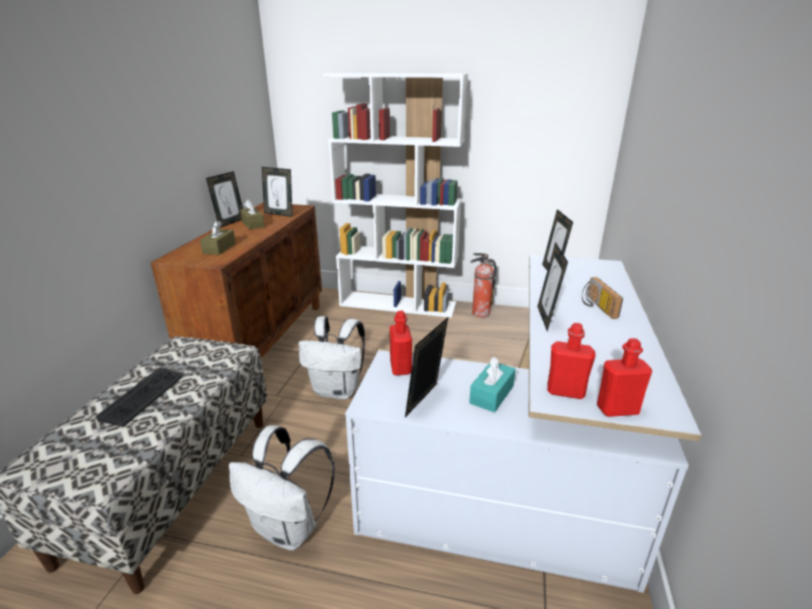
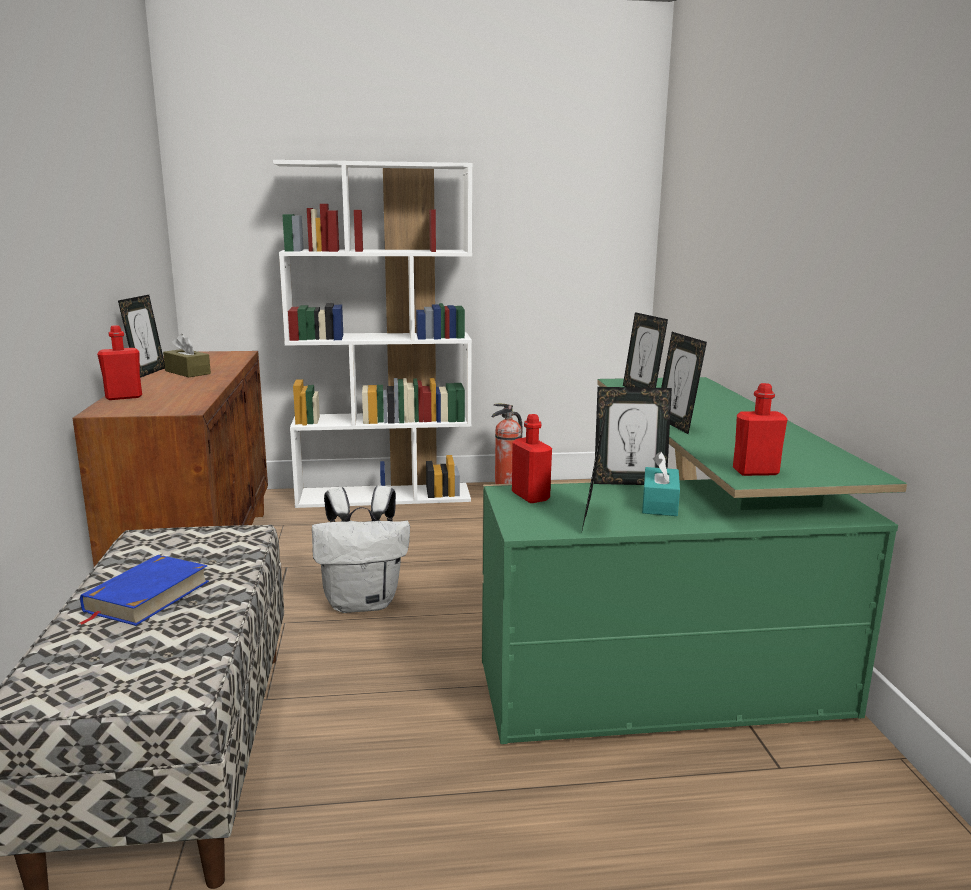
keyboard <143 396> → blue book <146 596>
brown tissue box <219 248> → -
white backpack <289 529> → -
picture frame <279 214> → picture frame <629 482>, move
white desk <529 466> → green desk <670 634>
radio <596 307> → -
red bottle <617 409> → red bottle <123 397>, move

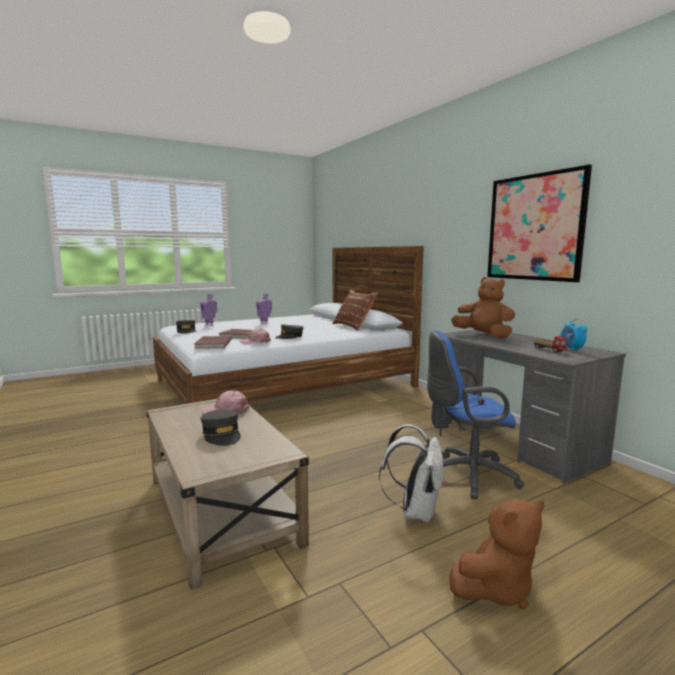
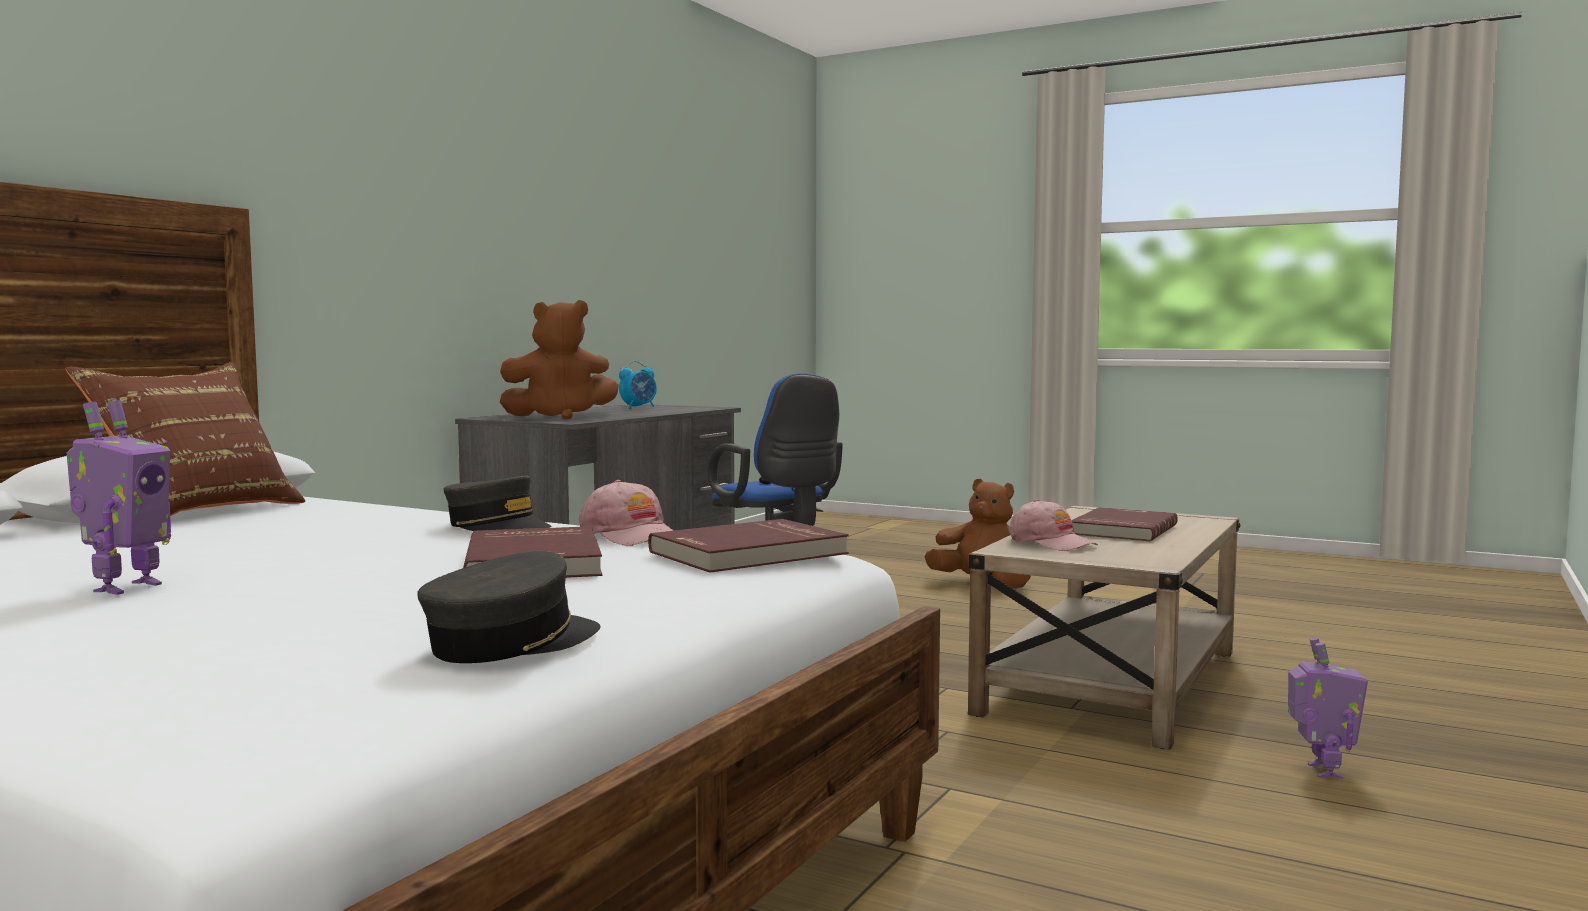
toy robot <209 325> → toy robot <1322 771>, move
grey cap <222 435> → red book <1121 529>
white backpack <415 511> → -
brown plush toy <483 335> → brown plush toy <560 417>, 120 degrees counterclockwise
picture <534 227> → -
toy truck <549 350> → -

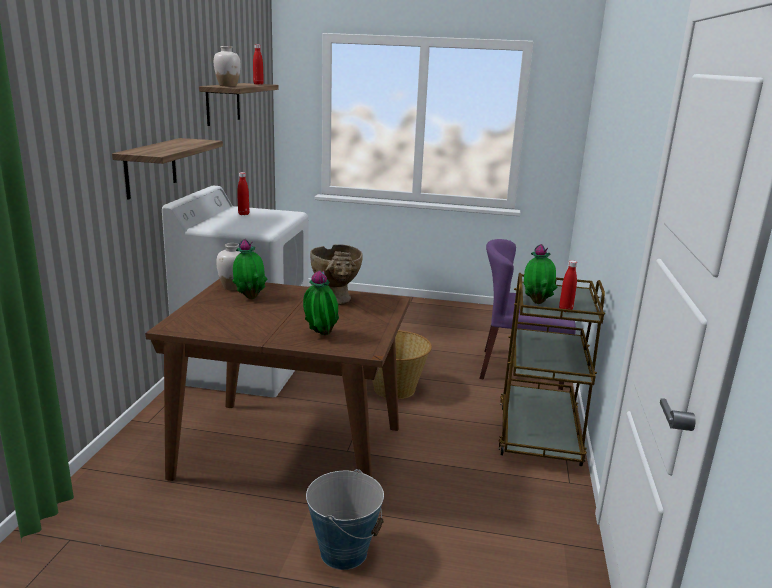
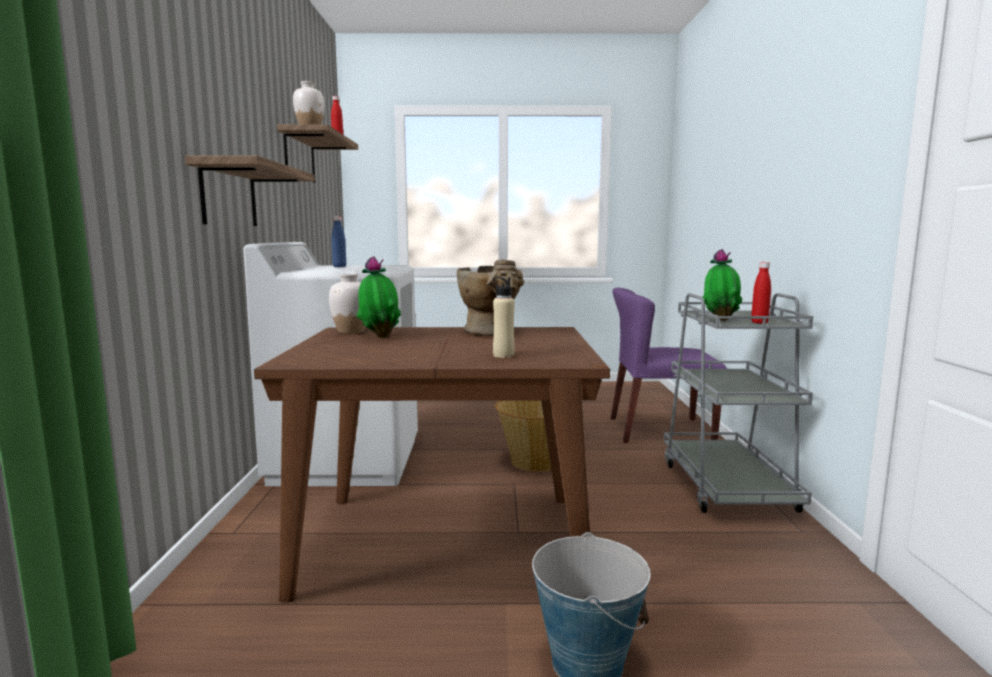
red bottle <243 214> → blue bottle <339 267>
potted plant <320 335> → beige bottle <503 355>
brown cart <538 433> → grey cart <726 486>

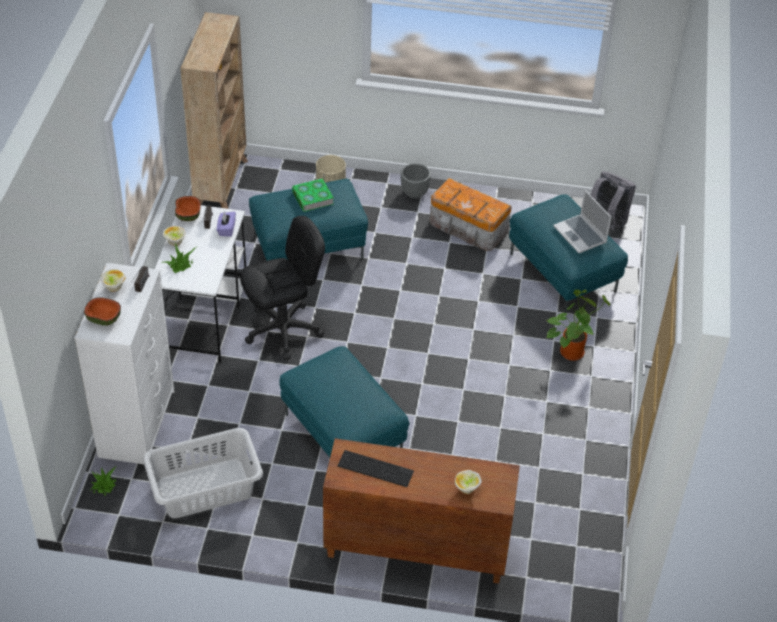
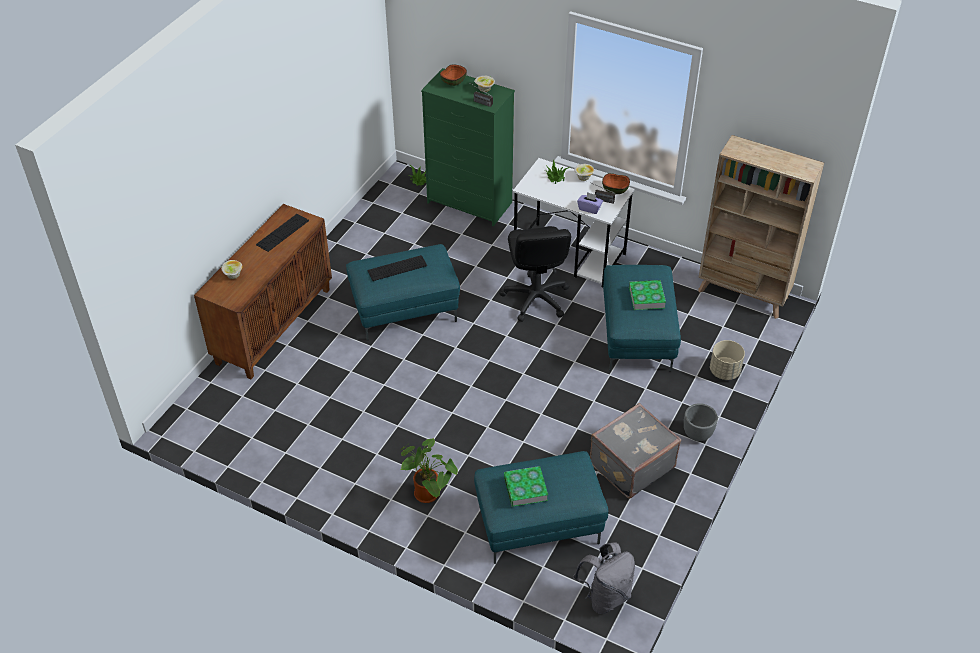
white dresser <137 423> → green dresser <470 203>
grey laundry basket <204 488> → -
storage box <468 228> → grey suitcase <630 465>
laptop <581 235> → book <525 489>
- → keyboard <397 268>

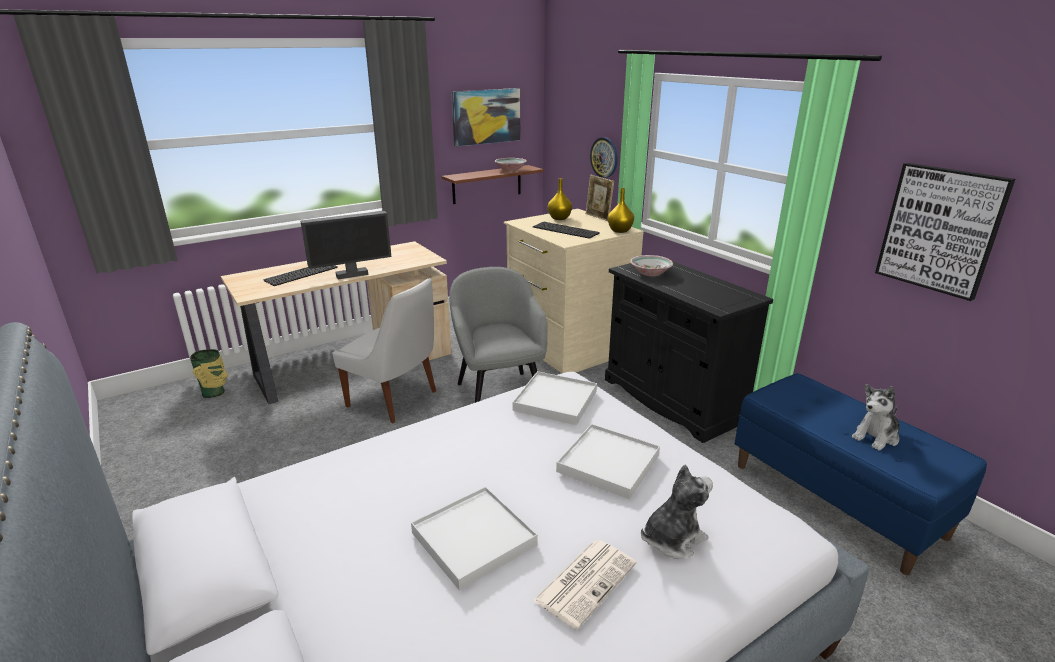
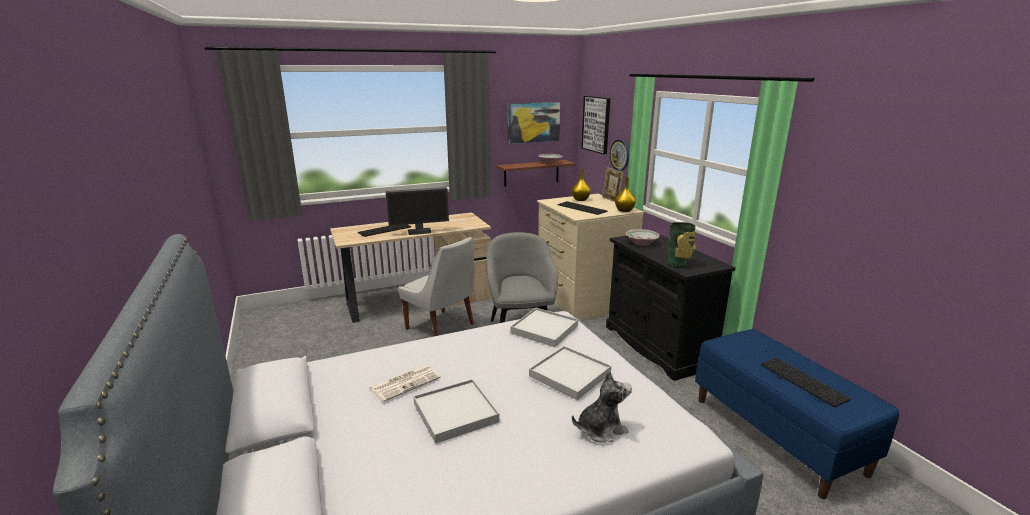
vase <215 393> → vase <678 264>, move
newspaper <586 581> → newspaper <405 382>, move
plush toy <876 437> → keyboard <804 381>
picture <940 229> → picture <596 124>, move

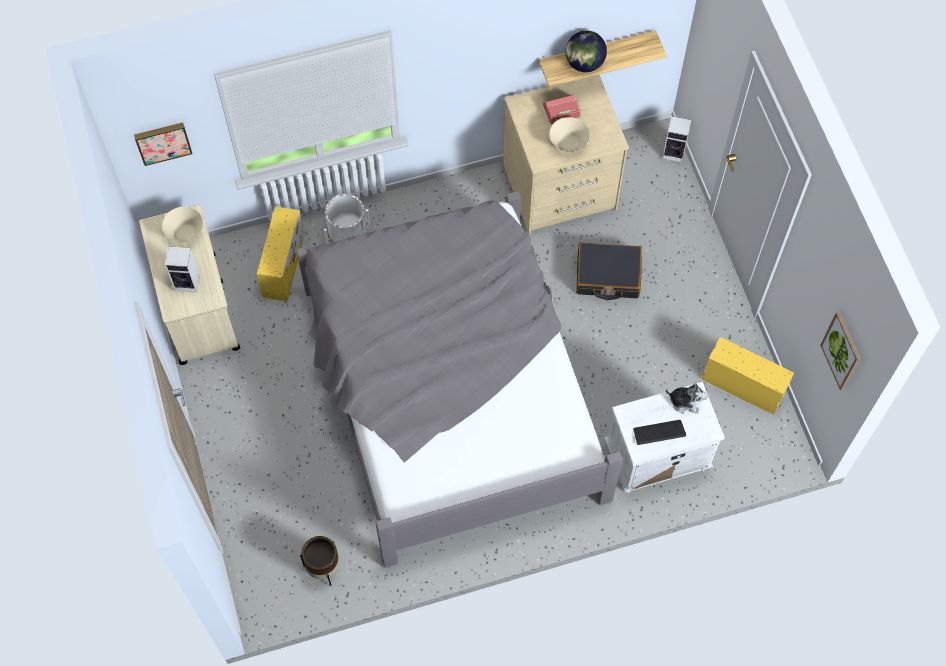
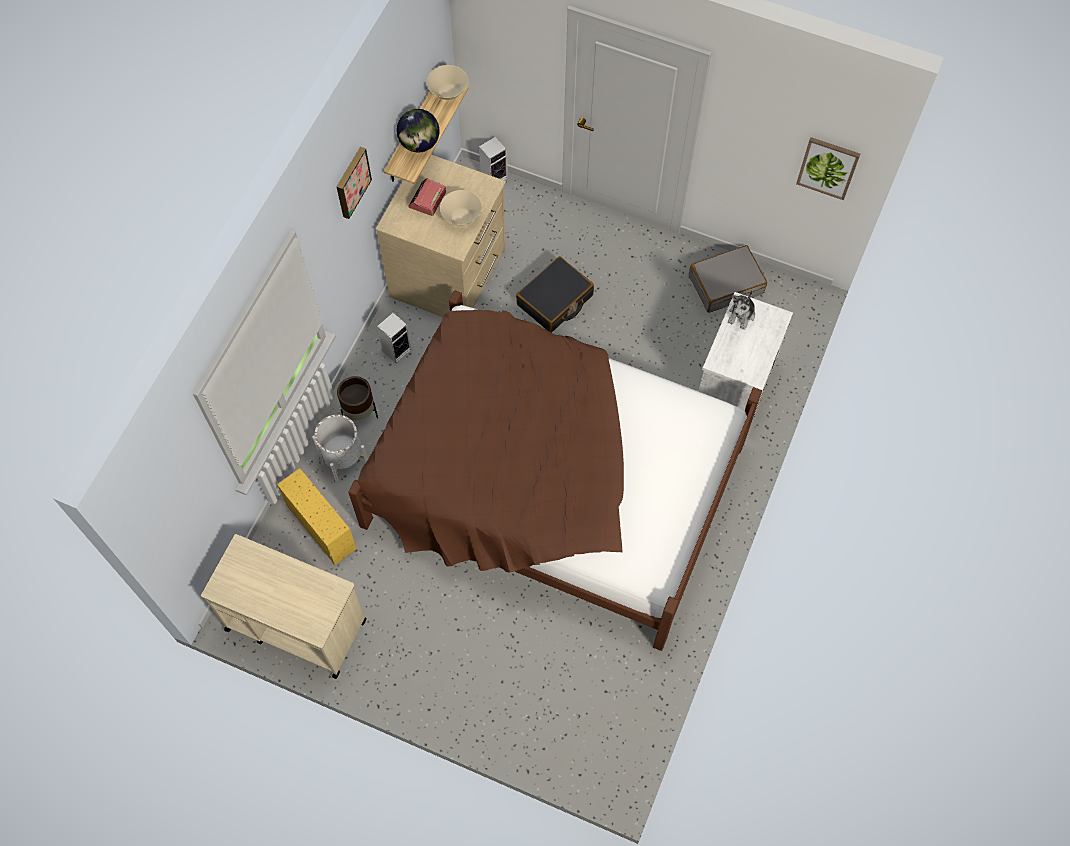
picture <163 141> → picture <351 182>, move
beige bowl <185 232> → beige bowl <448 92>, move
speaker <188 281> → speaker <397 349>, move
grey bed <451 391> → brown bed <551 484>
brown planter <323 567> → brown planter <359 413>, move
keyboard <659 432> → -
plush toy <685 401> → plush toy <741 315>, 150 degrees clockwise
yellow storage box <741 386> → grey suitcase <725 284>

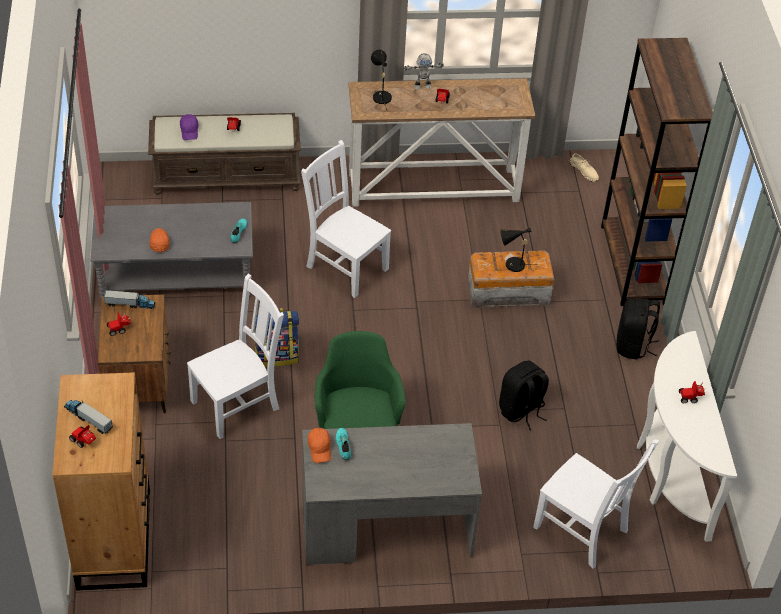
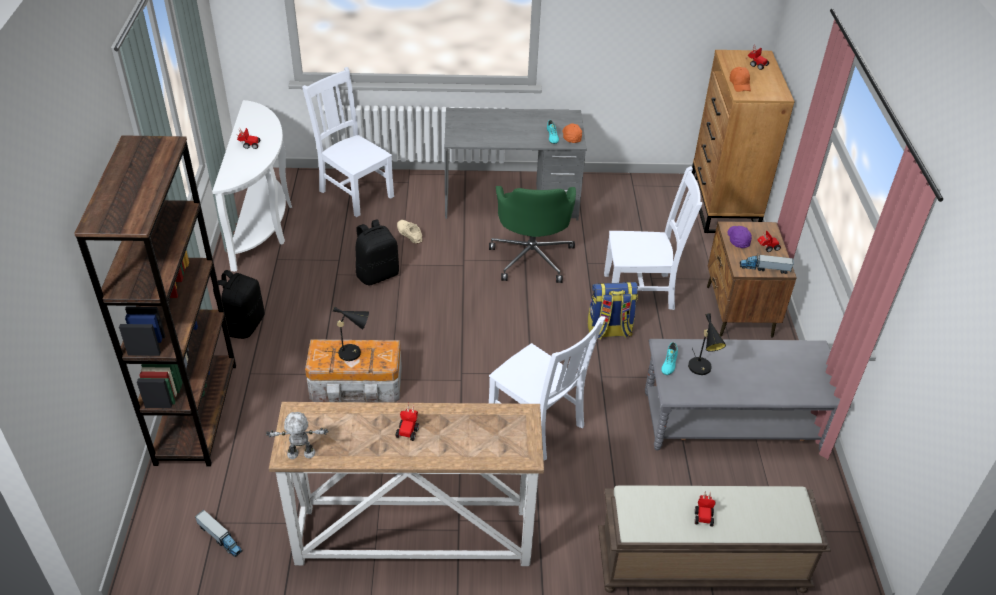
toy truck <88 419> → toy truck <220 538>, move
orange cap <159 243> → orange cap <740 84>, move
purple cap <189 131> → purple cap <738 240>, move
white chair <238 403> → white chair <641 291>, 150 degrees counterclockwise
black table lamp <380 96> → black table lamp <701 369>, move
toy robot <422 86> → toy robot <301 454>, move
beige shoe <584 171> → beige shoe <409 233>, move

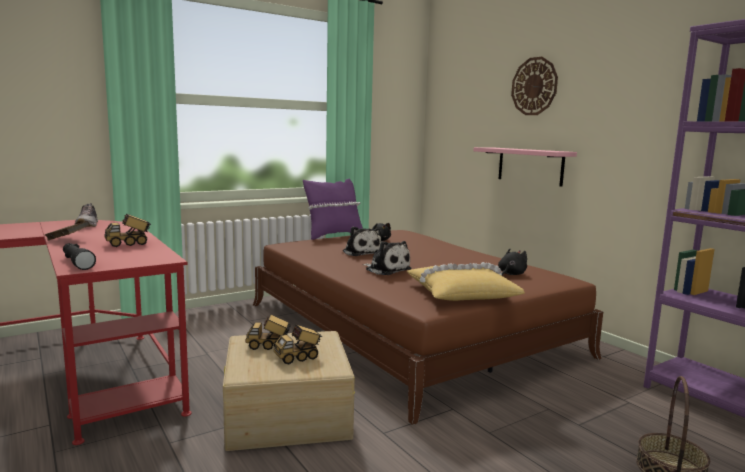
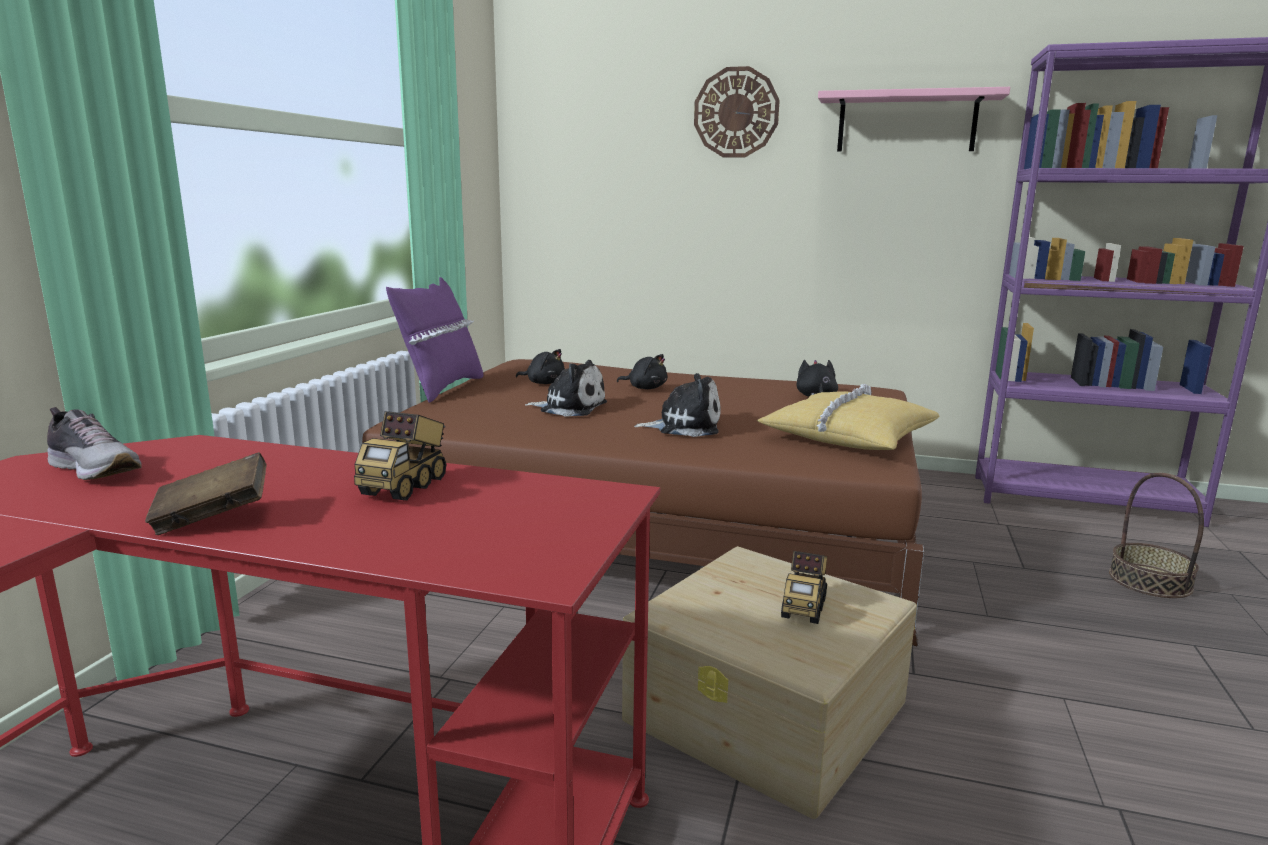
black flashlight <77 263> → -
toy truck <269 346> → -
pink shelf <530 166> → pink shelf <906 123>, move
- → black plush toy <645 388>

